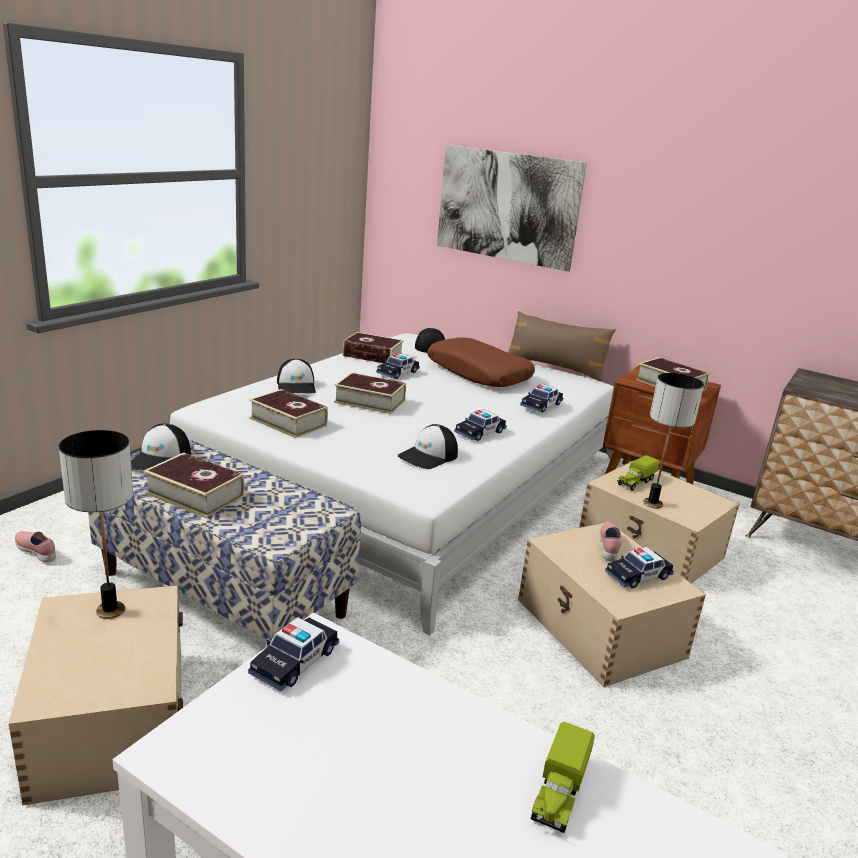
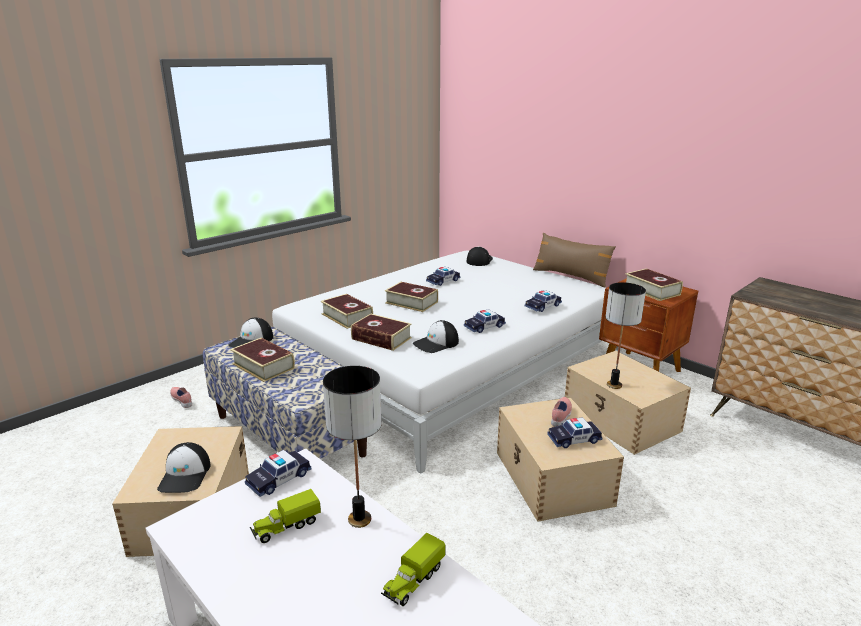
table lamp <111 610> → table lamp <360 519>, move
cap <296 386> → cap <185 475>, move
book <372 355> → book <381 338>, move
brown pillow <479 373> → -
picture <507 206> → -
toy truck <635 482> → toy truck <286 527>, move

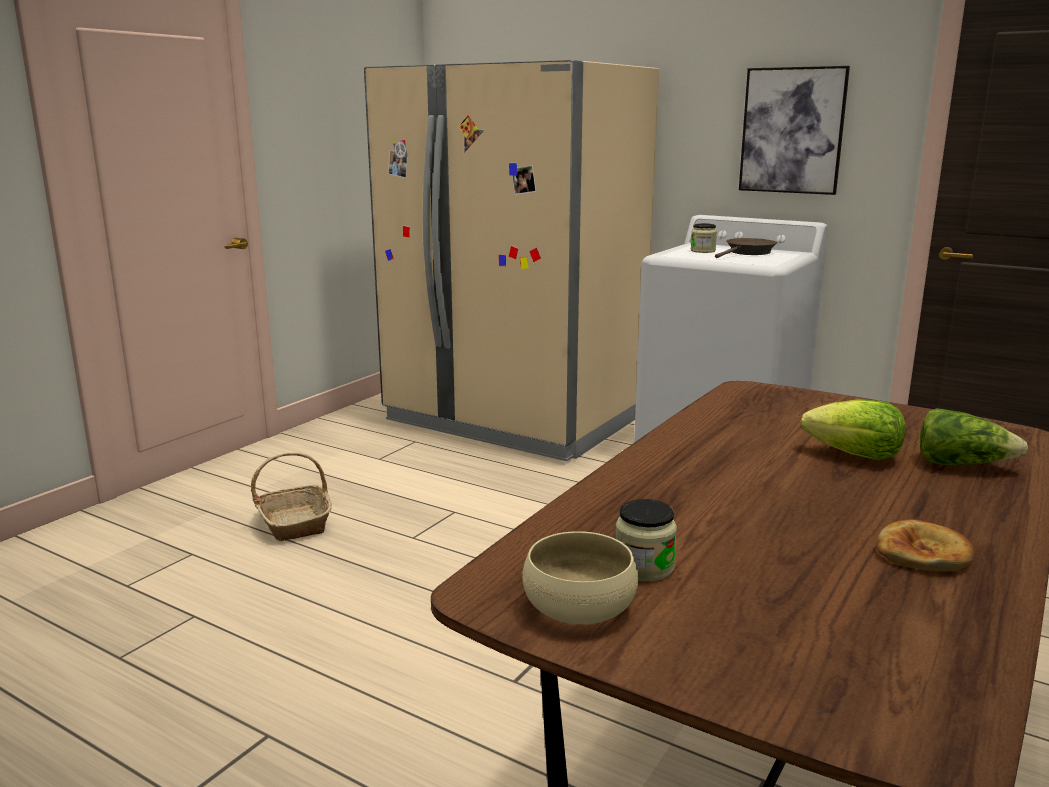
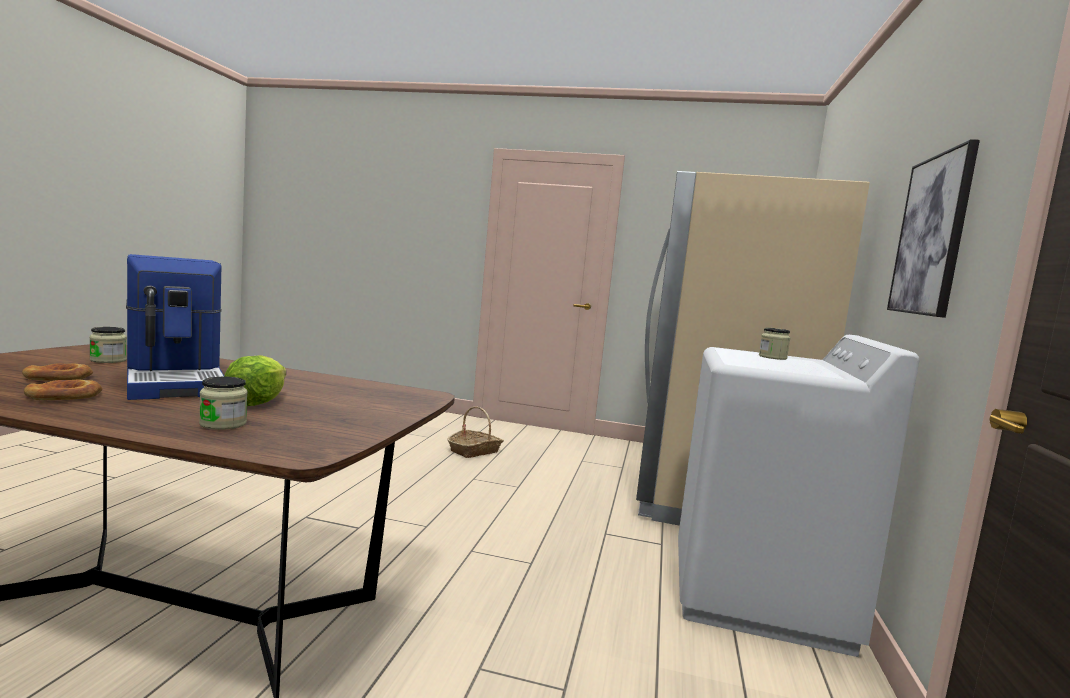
beige bowl <579 606> → -
brown frying pan <748 253> → -
lettuce <962 464> → jar <223 424>
- → bread <58 377>
- → coffee machine <177 381>

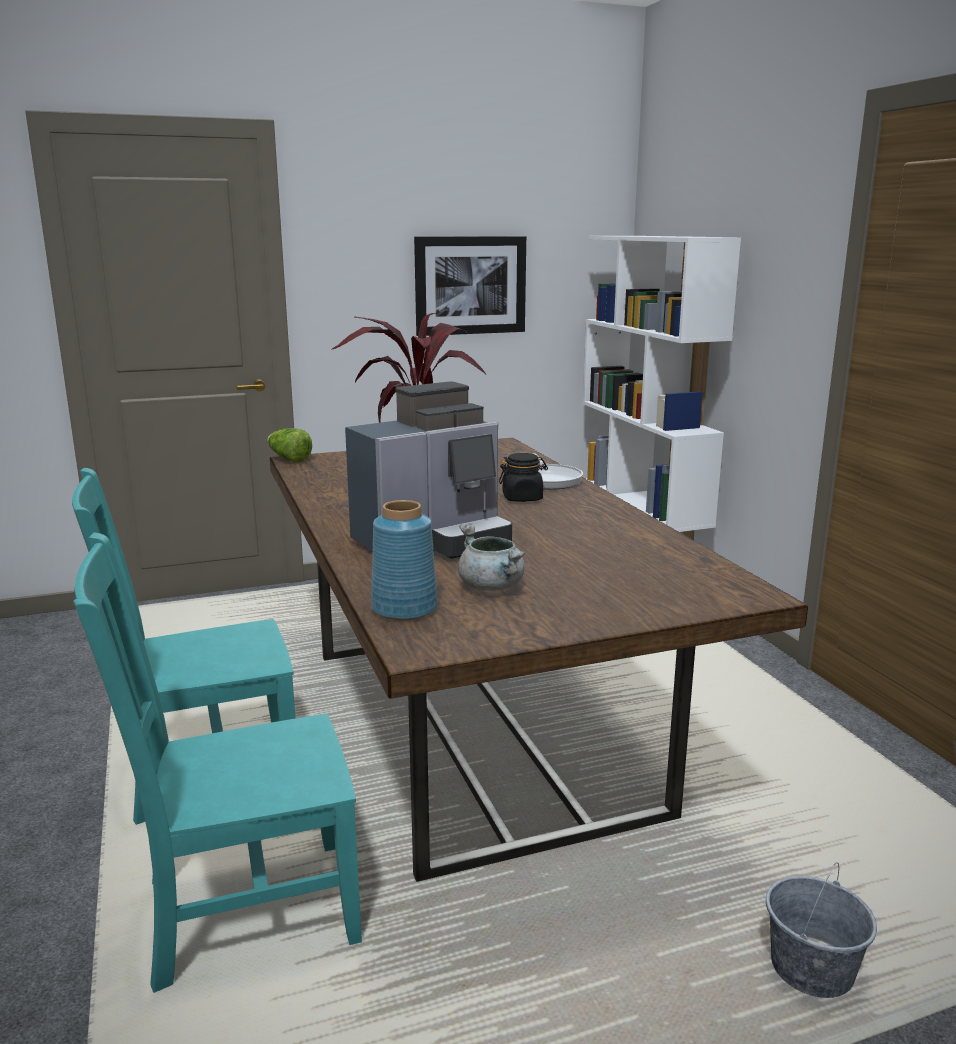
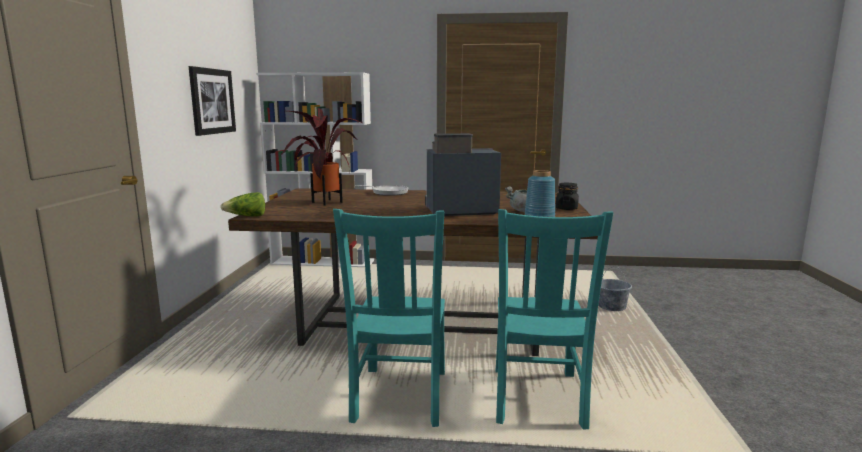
coffee machine <433 542> → coffee machine <458 211>, 90 degrees counterclockwise
black jar <522 498> → black jar <566 208>, move

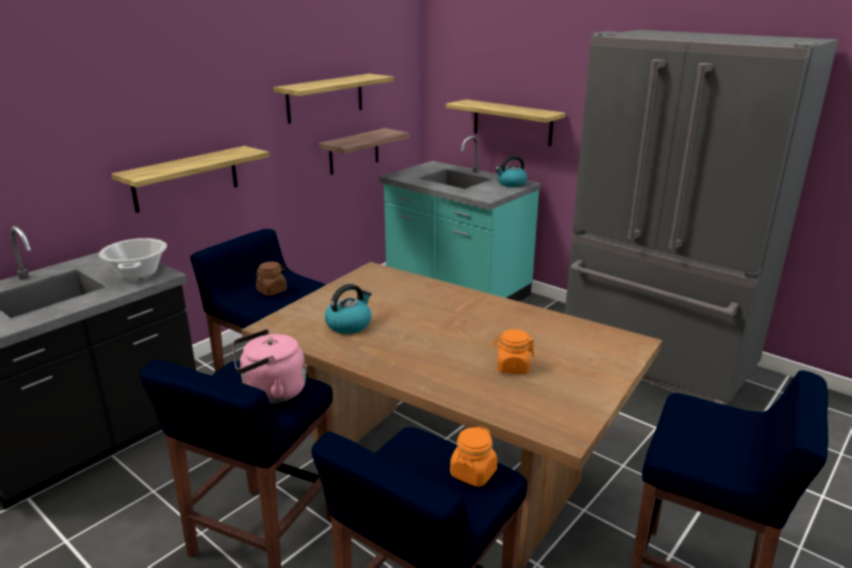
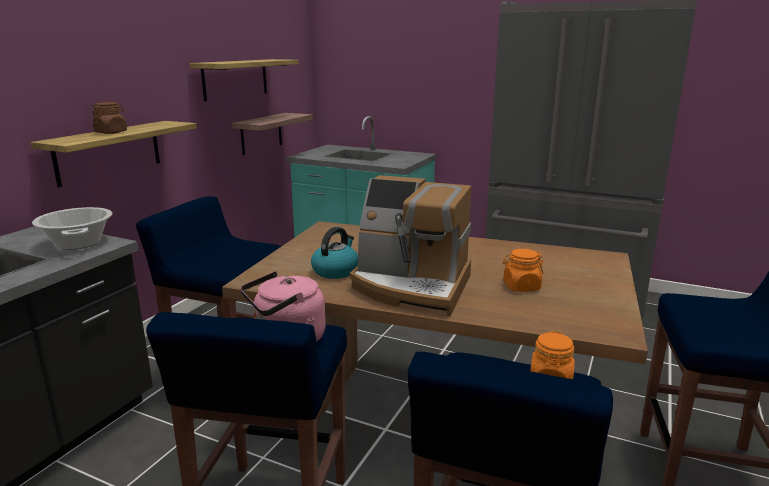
brown jar <272 291> → brown jar <111 132>, move
shelf <512 122> → -
kettle <511 184> → -
- → coffee machine <411 286>

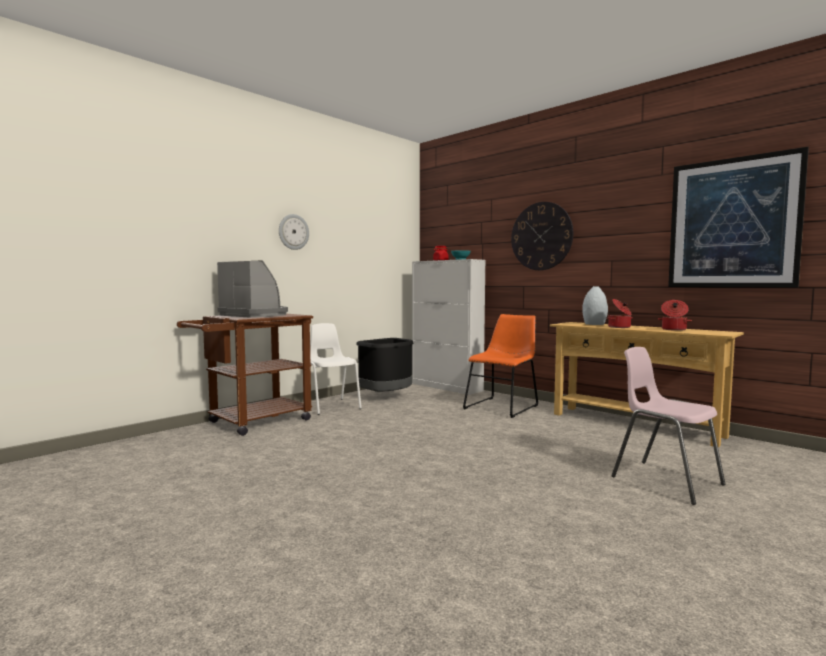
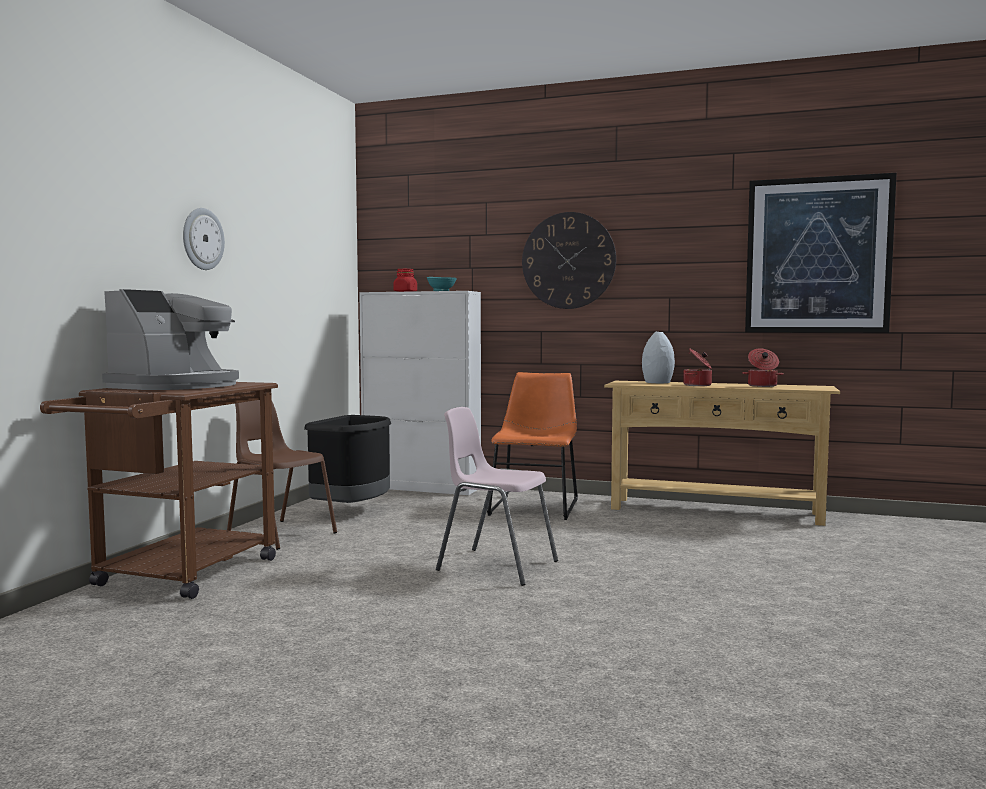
coffee machine <255 315> → coffee machine <177 386>, 105 degrees clockwise
white chair <331 406> → brown chair <280 534>
pink chair <665 480> → pink chair <496 566>, move

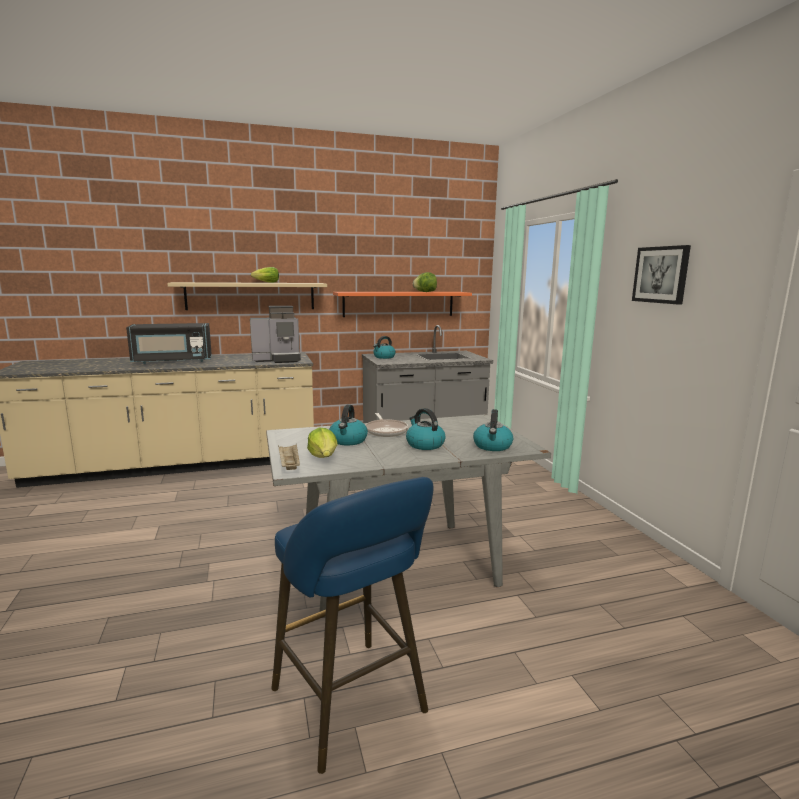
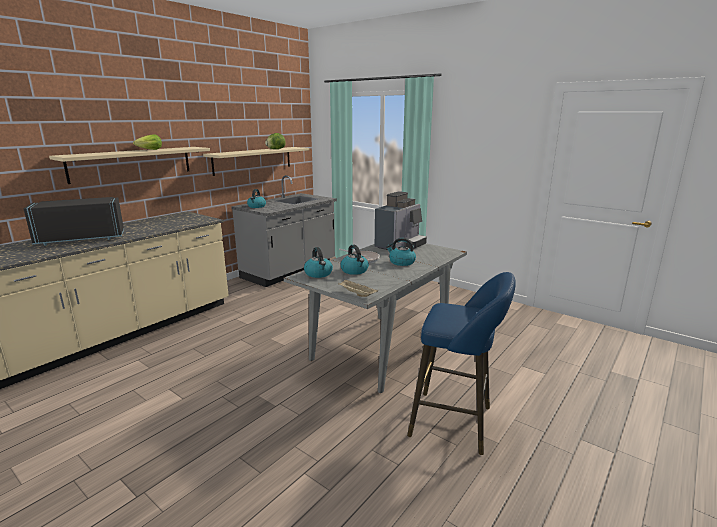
black microwave <172 361> → black microwave <82 238>, 150 degrees counterclockwise
coffee machine <277 360> → coffee machine <400 245>, move
lettuce <324 457> → -
orange shelf <398 304> → beige shelf <253 160>
kettle <492 446> → kettle <318 274>, move
picture <661 274> → -

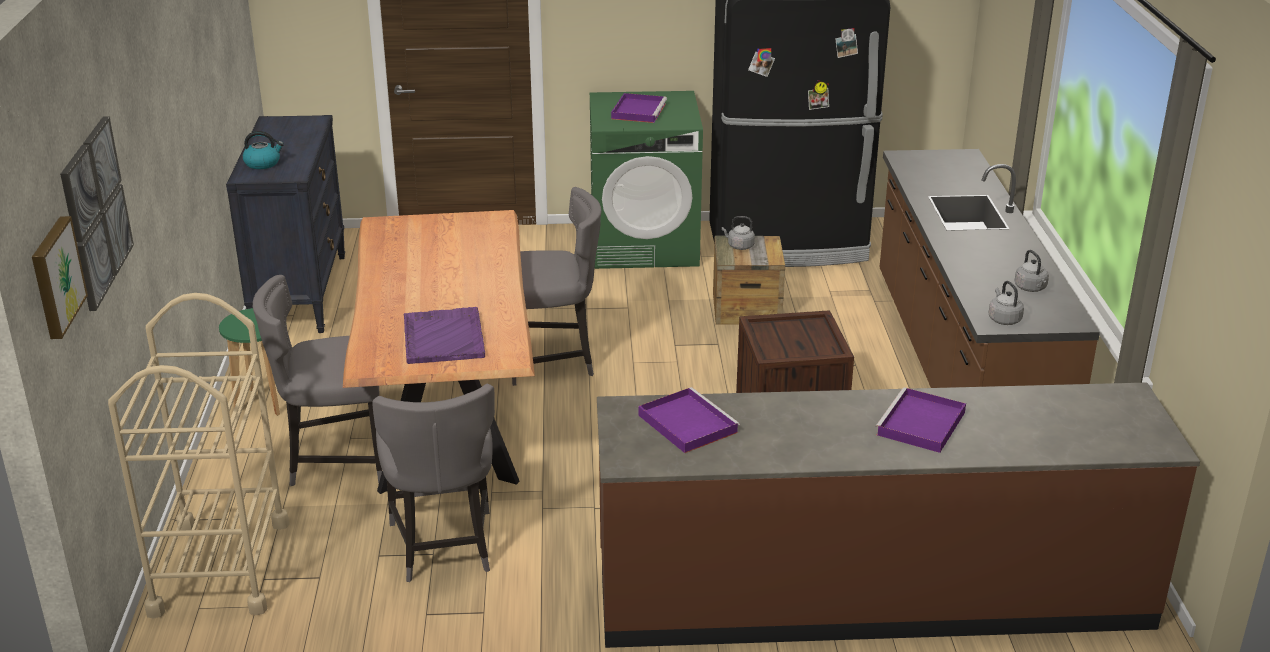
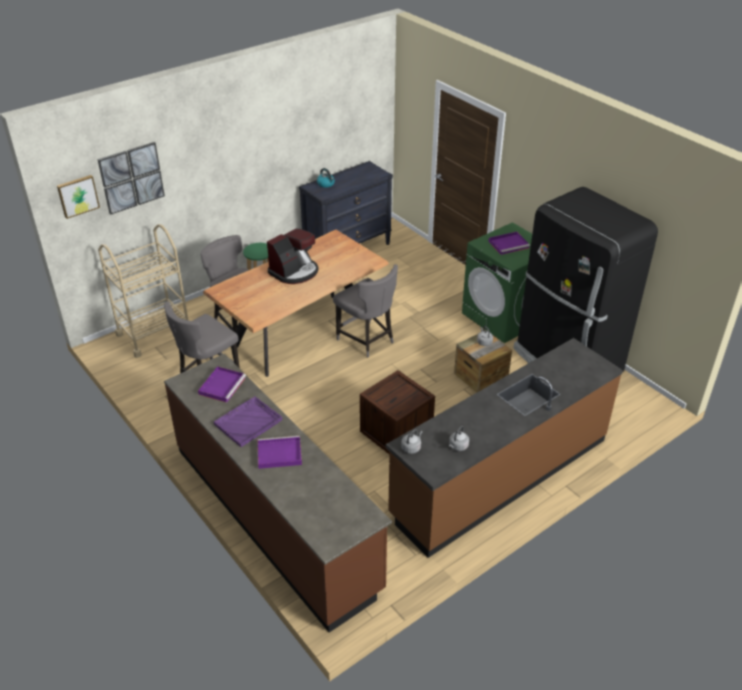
purple tray <443 337> → purple tray <248 422>, move
- → coffee machine <294 272>

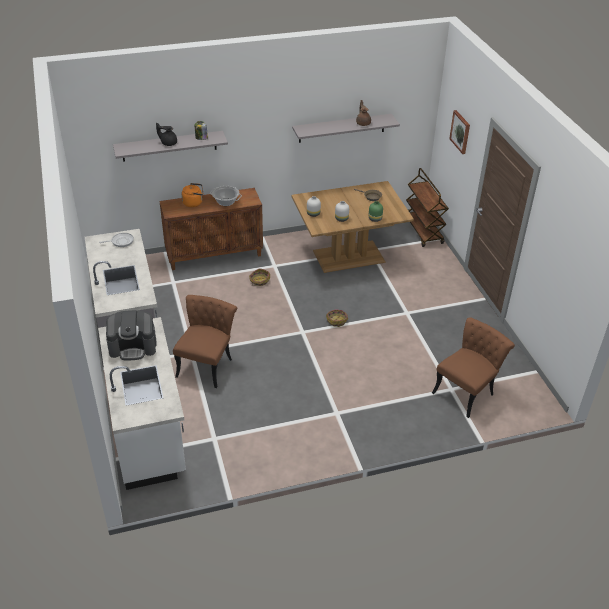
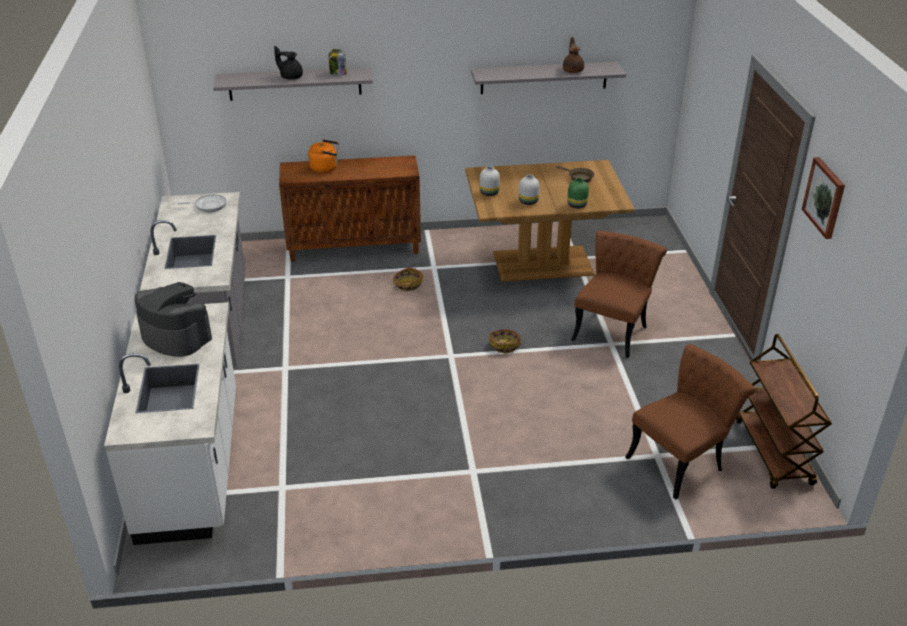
coffee machine <133 346> → coffee machine <175 336>, 150 degrees counterclockwise
brown chair <207 364> → brown chair <613 329>, move
cooking pot <226 202> → -
brown cart <423 231> → brown cart <774 453>, move
picture <460 131> → picture <825 197>, move

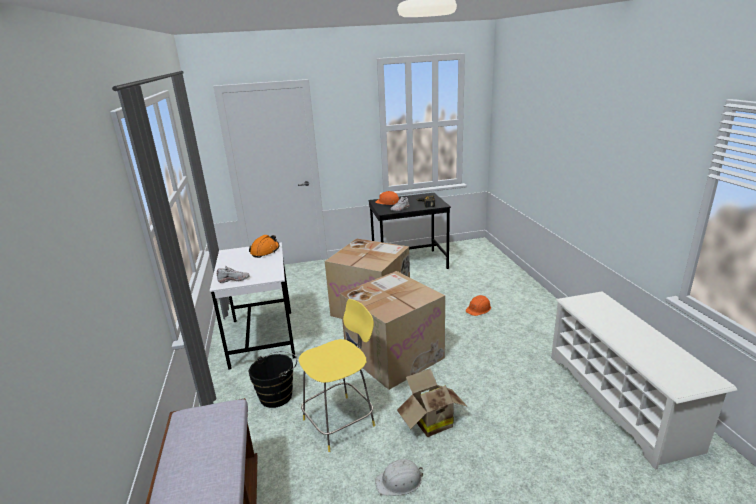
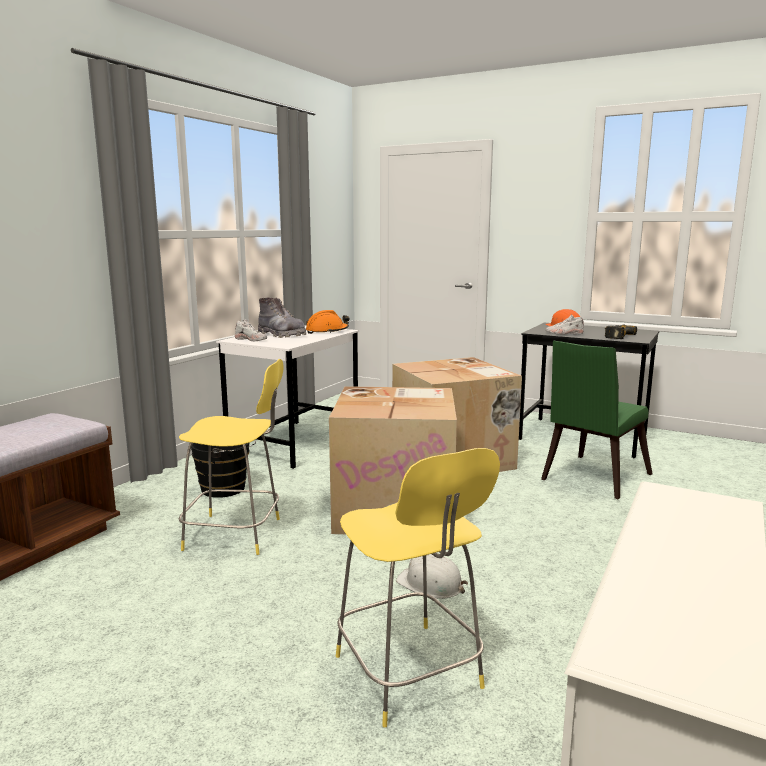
white hard hat <399 481> → white hard hat <431 584>, move
cardboard box <429 421> → -
orange hard hat <478 309> → -
- → grey boot <281 335>
- → yellow stool <410 675>
- → green chair <592 478>

